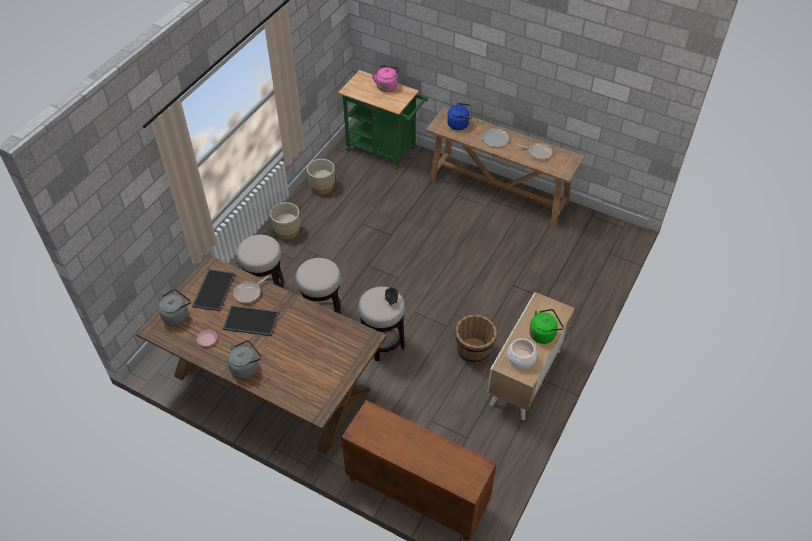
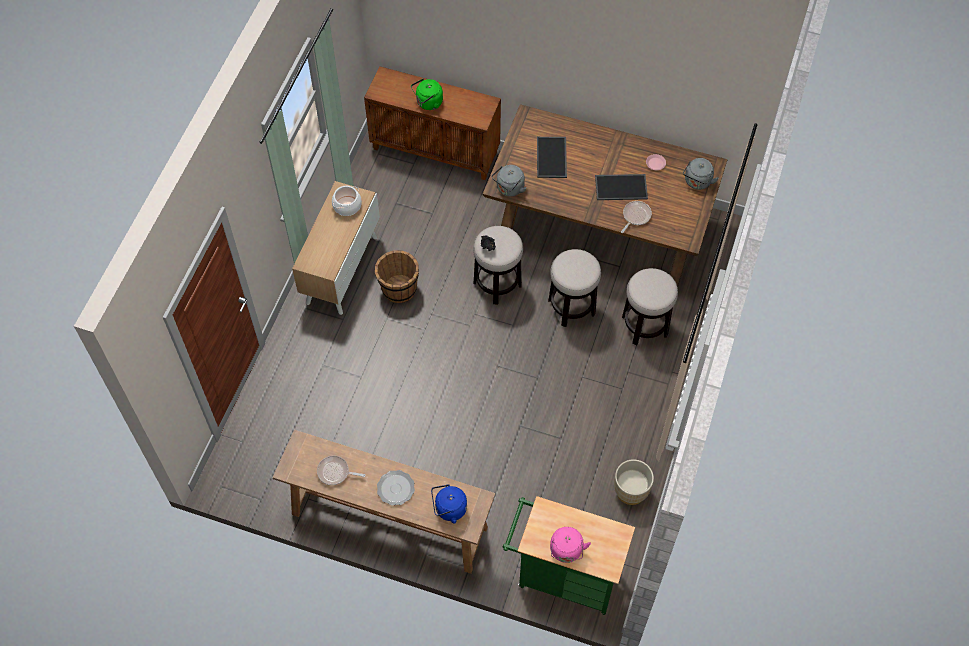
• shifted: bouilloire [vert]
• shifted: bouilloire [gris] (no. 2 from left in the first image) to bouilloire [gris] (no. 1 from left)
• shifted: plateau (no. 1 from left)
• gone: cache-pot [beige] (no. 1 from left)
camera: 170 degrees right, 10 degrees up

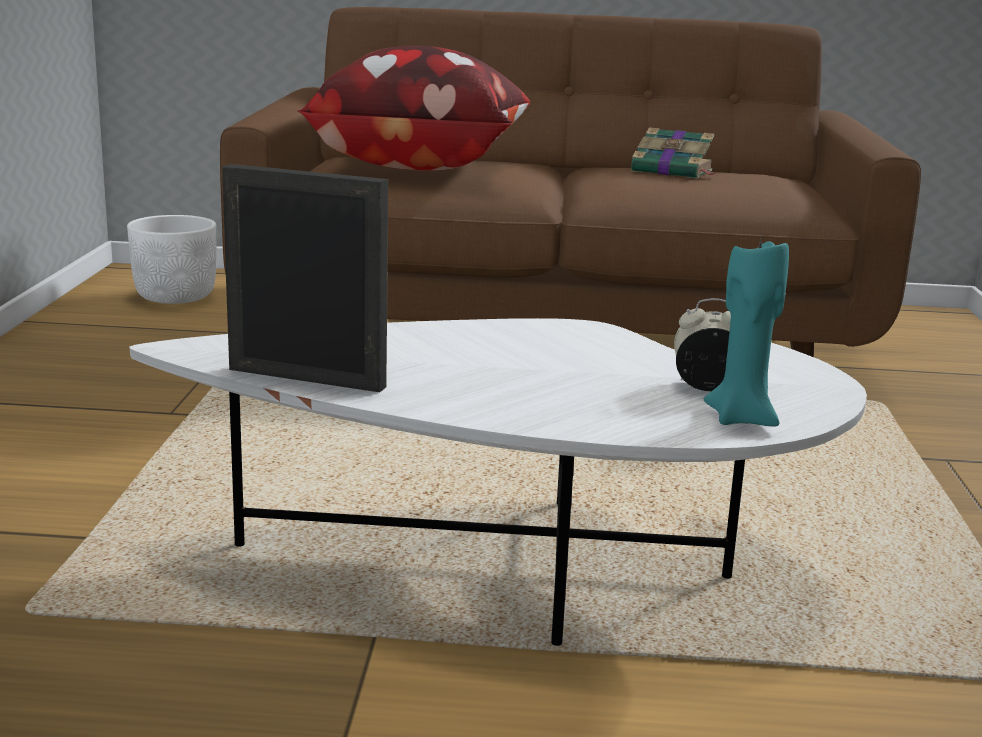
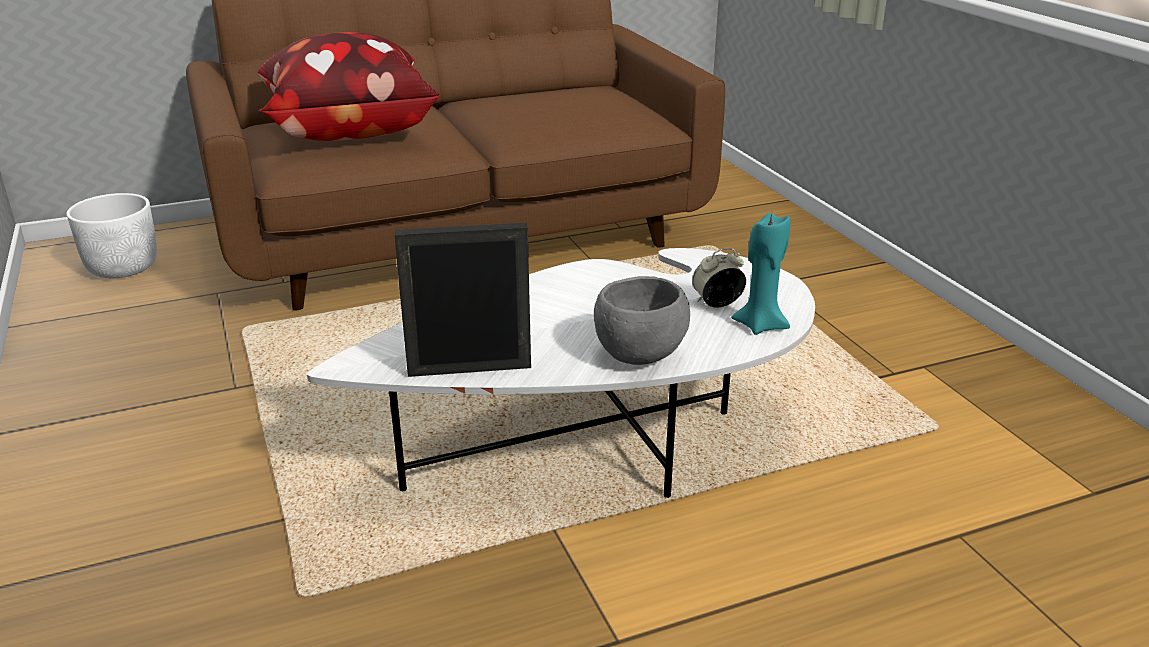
• new: bol [gris]
• gone: livre
camera: 25 degrees left, 10 degrees up

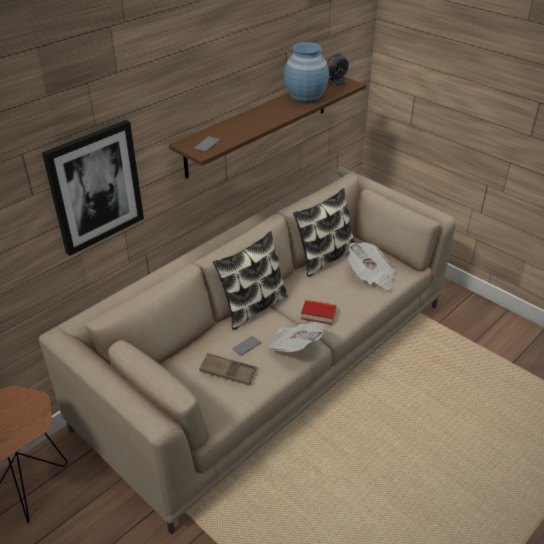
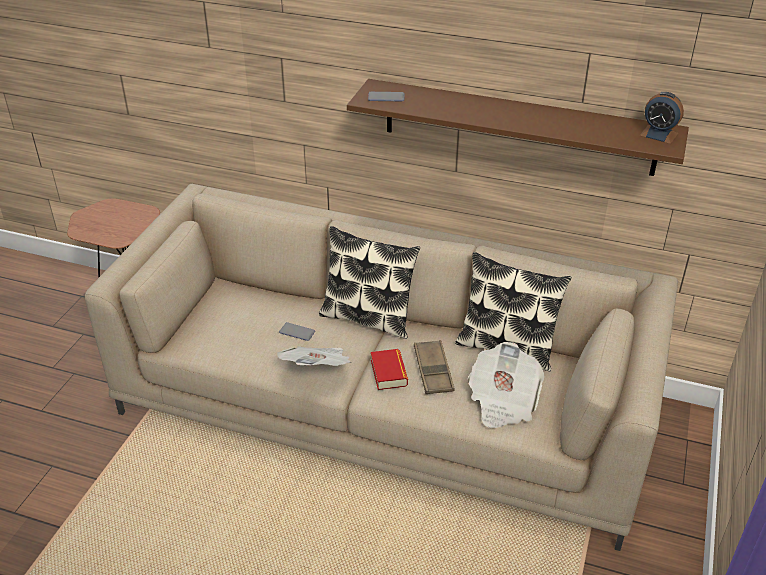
• shifted: plateau [marron]
• gone: tableau
• gone: vase [bleu]
camera: 65 degrees right, 0 degrees up

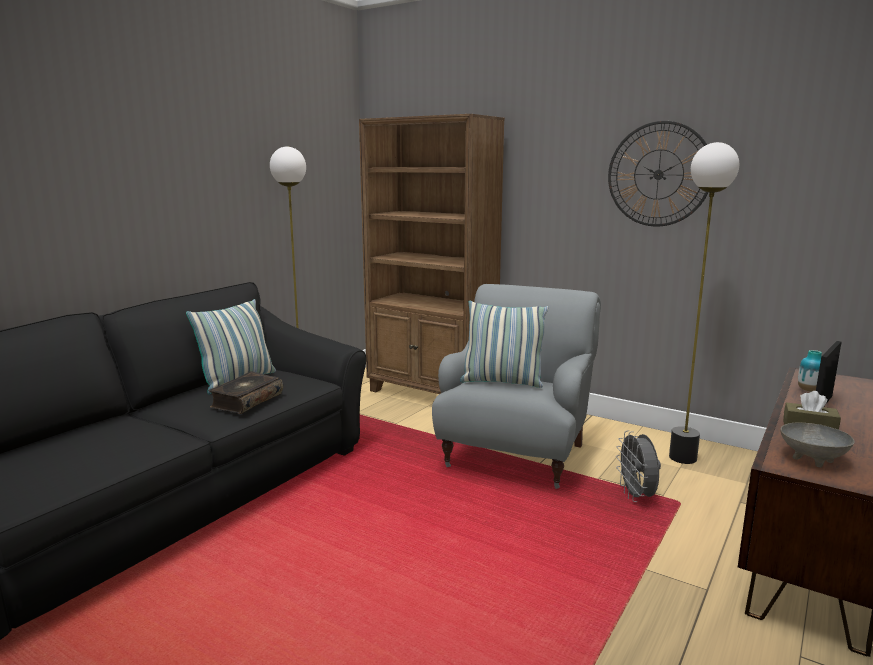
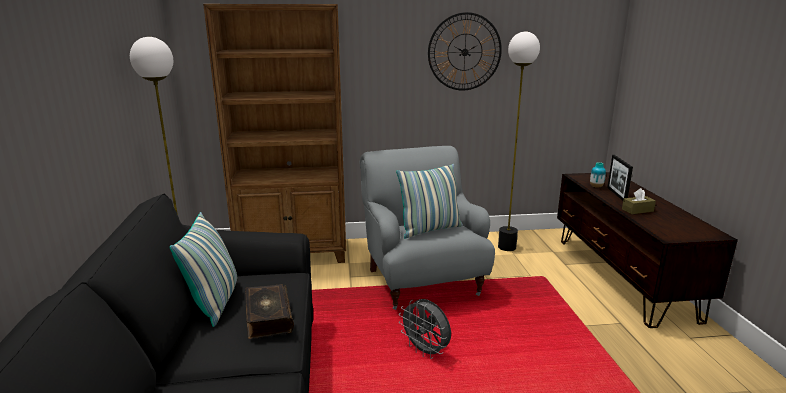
• shifted: ventilateur [gris]
• gone: bol [gris]
camera: 40 degrees left, 5 degrees up

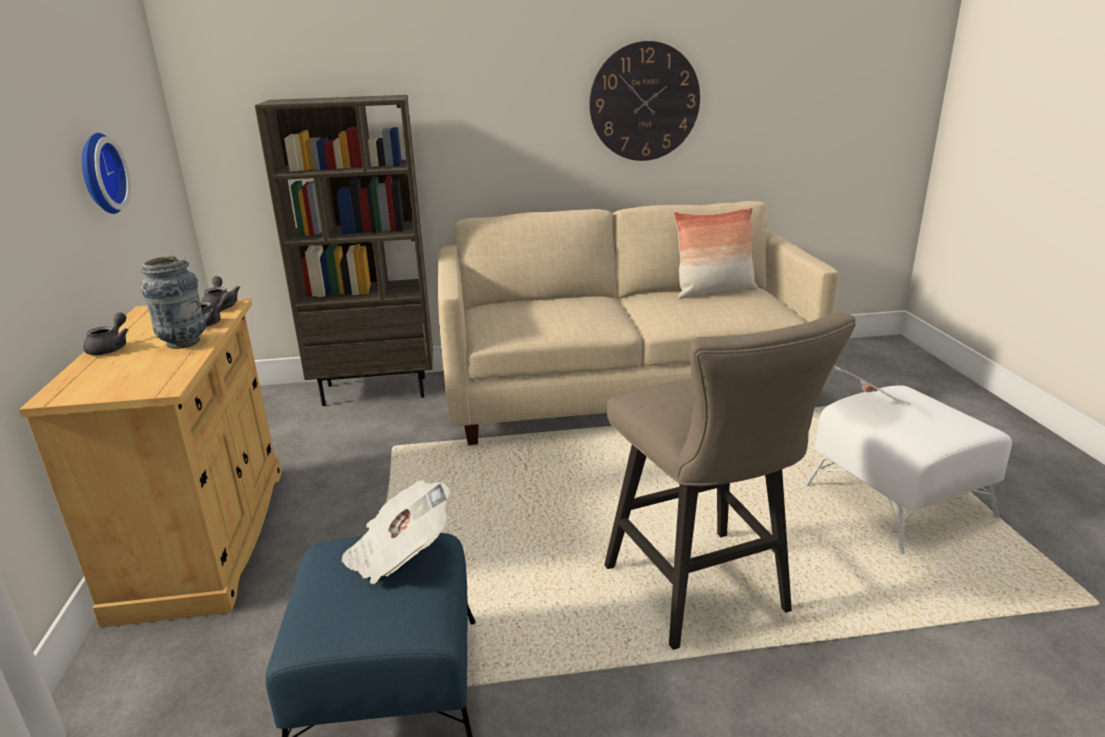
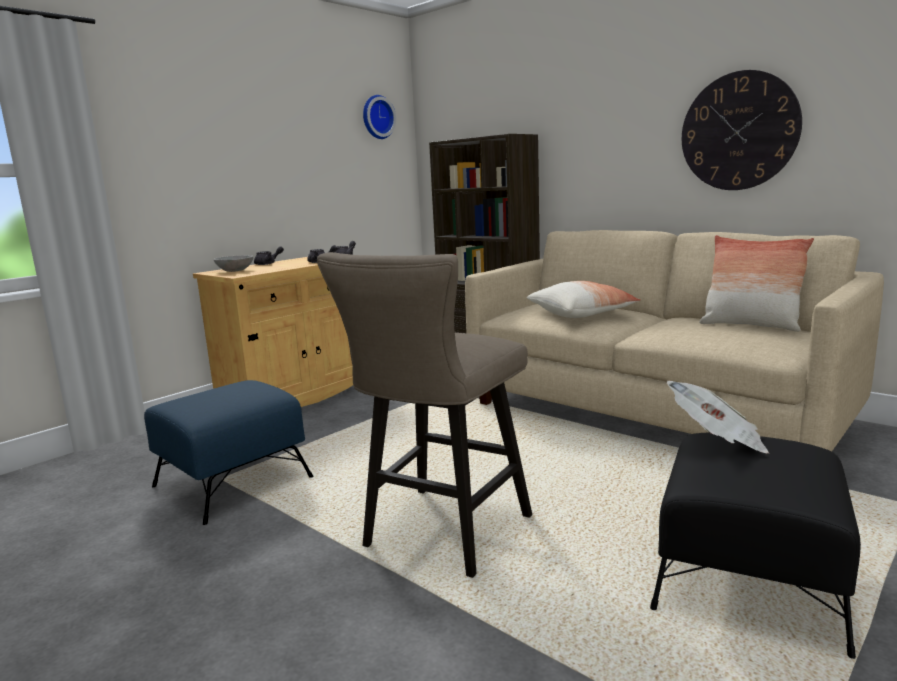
• new: bol [gris]
• shifted: horloge murale (no. 1 from left)
• new: coussin (no. 1 from left)
• repainted: pouf [blanc] to pouf [noir]
• gone: vase
• gone: journal (no. 1 from left)
camera: 50 degrees right, 10 degrees down

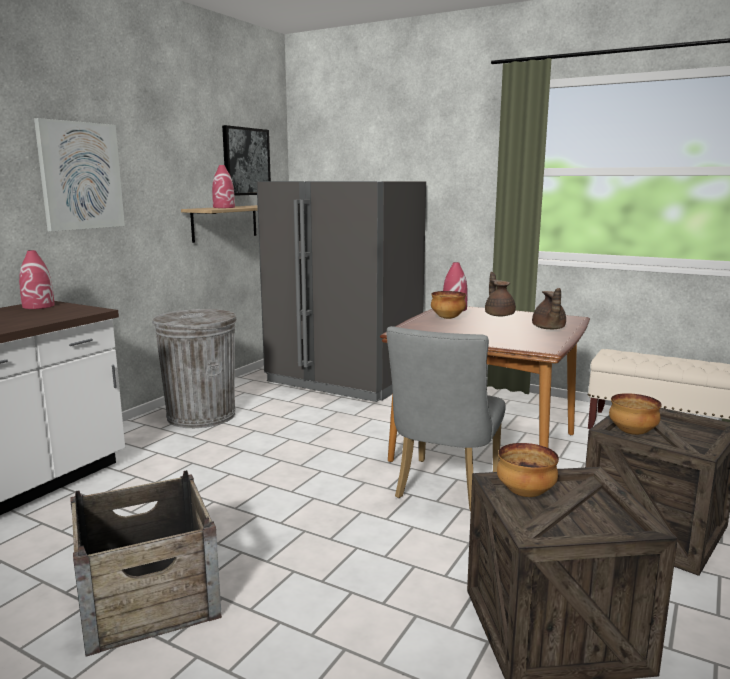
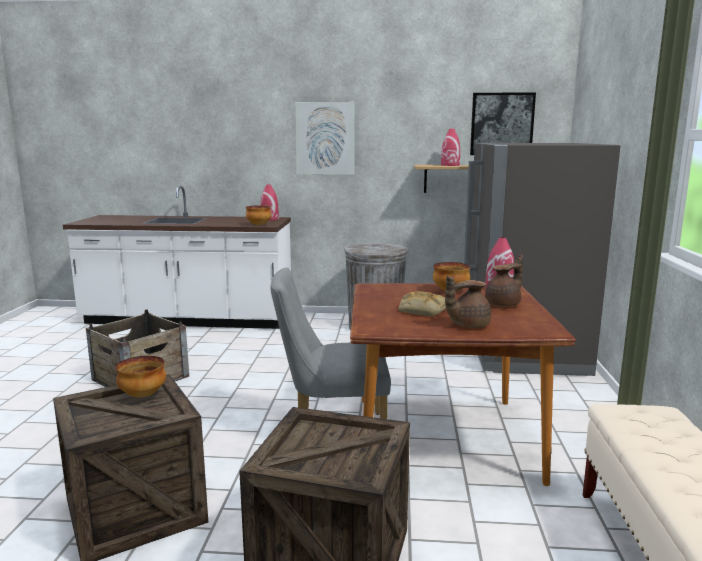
• shifted: bol (no. 3 from left in the first image) to bol (no. 2 from left)
• new: pain
camera: 65 degrees right, 0 degrees up

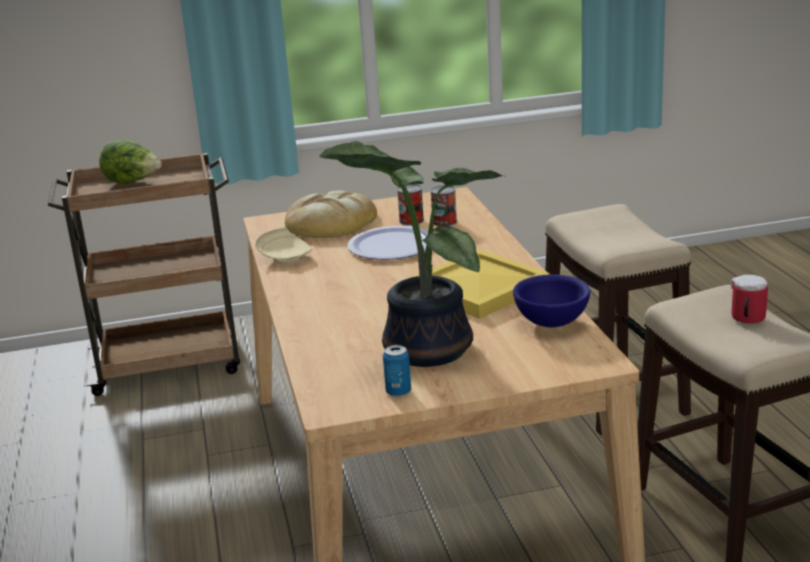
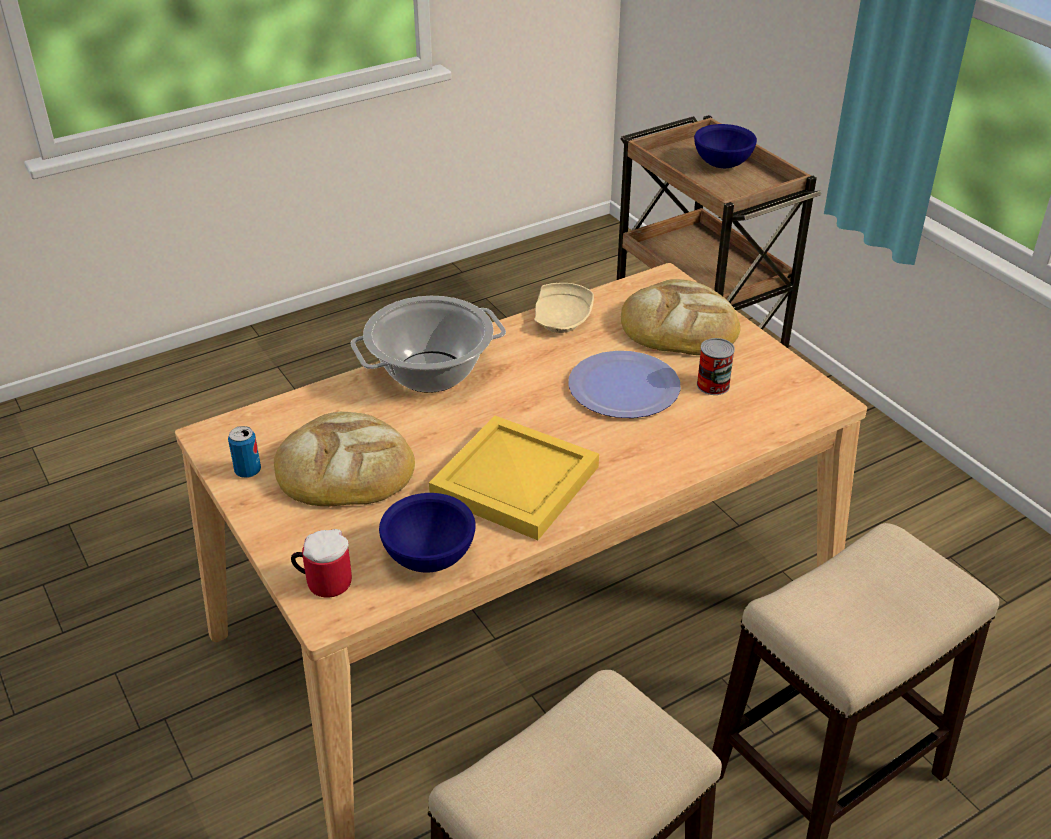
• swapped: plante en pot to pain (no. 1 from left)
• shifted: mug
• new: marmite
• swapped: laitue to bol [bleu] (no. 2 from left)
• gone: boîte métallique (no. 3 from left)
camera: 70 degrees right, 15 degrees up

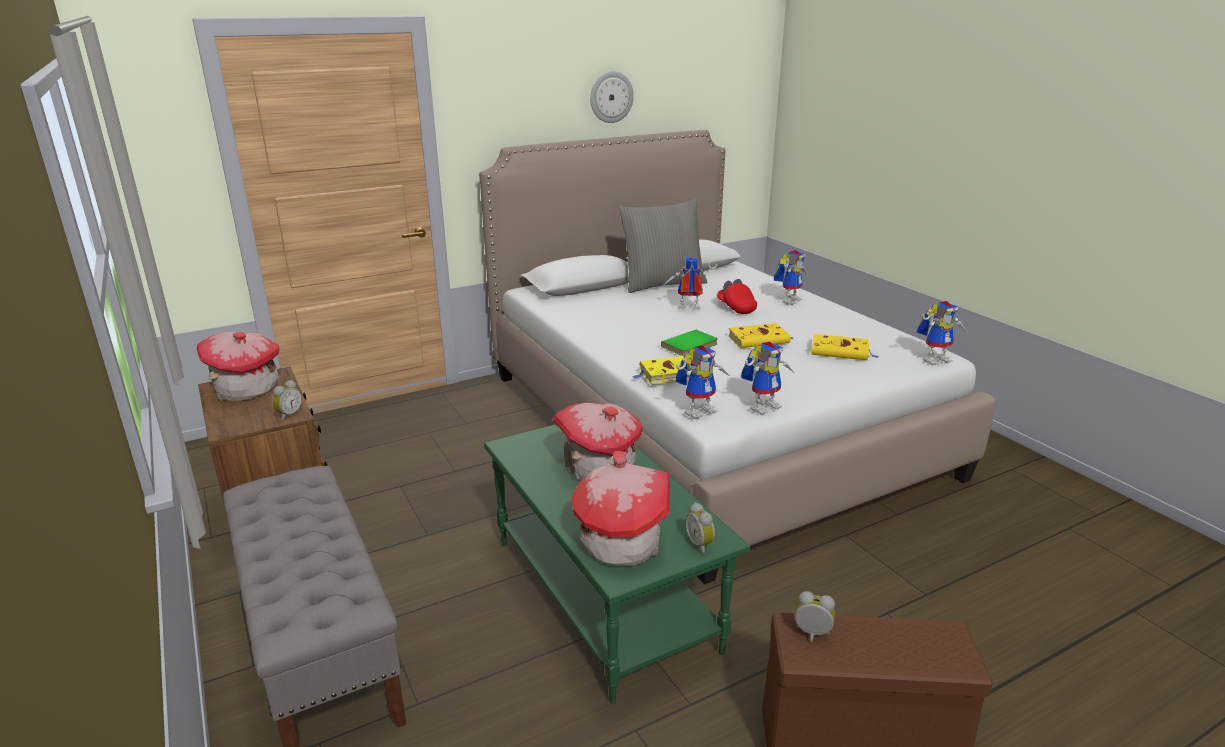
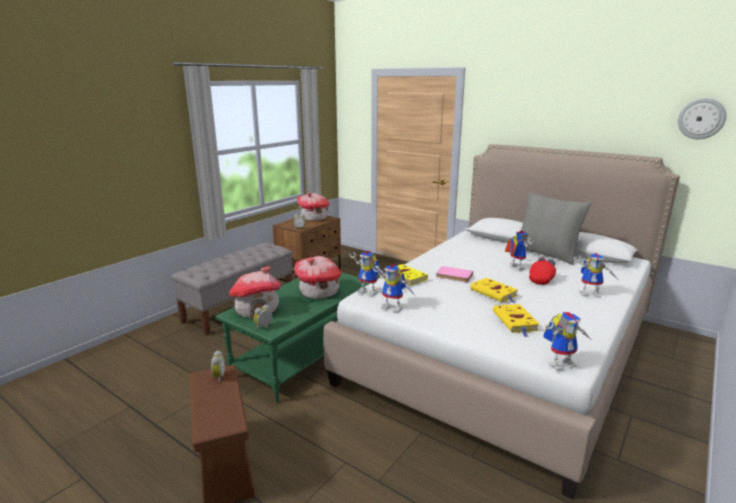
• repainted: livre [vert] to livre [rose]
• rotated: robot jouet (no. 5 from left in the first image) 60 degrees counterclockwise
• shifted: horloge murale
camera: 65 degrees right, 5 degrees down

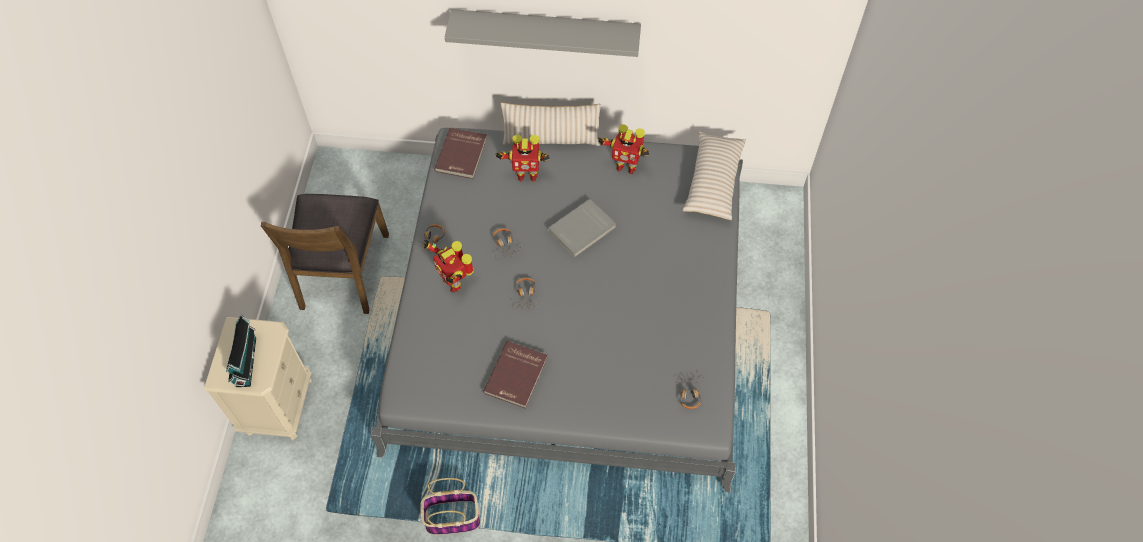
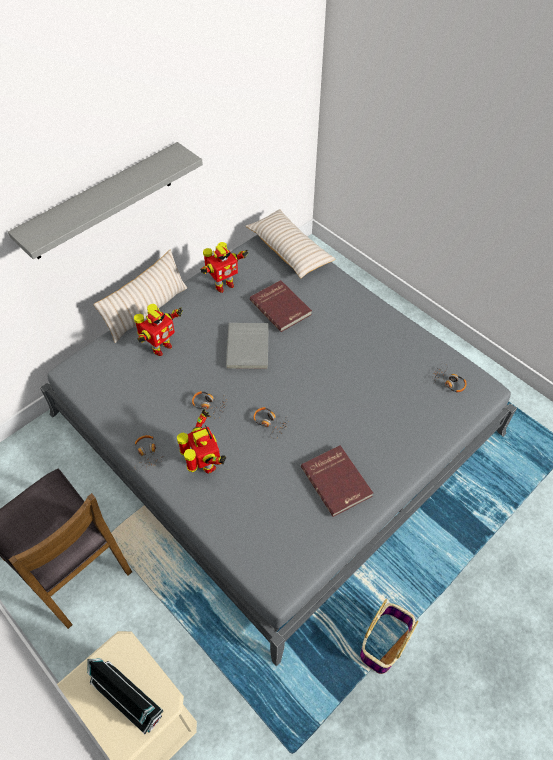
• rotated: robot jouet (no. 1 from left in the first image) 120 degrees counterclockwise
• shifted: livre [rouge] (no. 1 from left)
camera: 50 degrees left, 5 degrees down

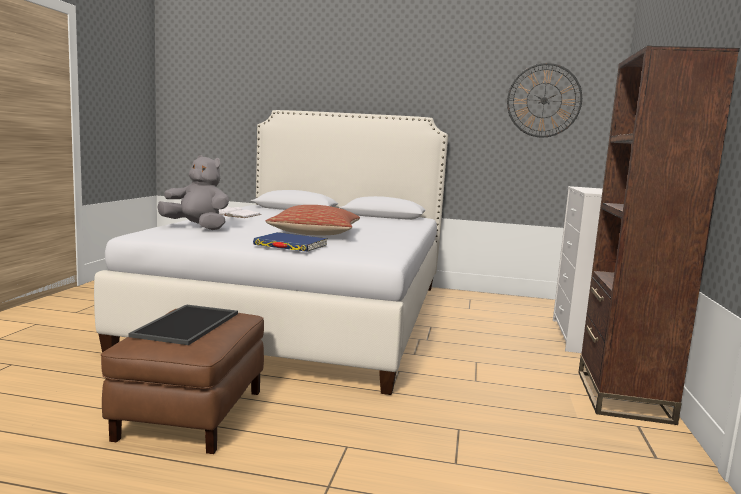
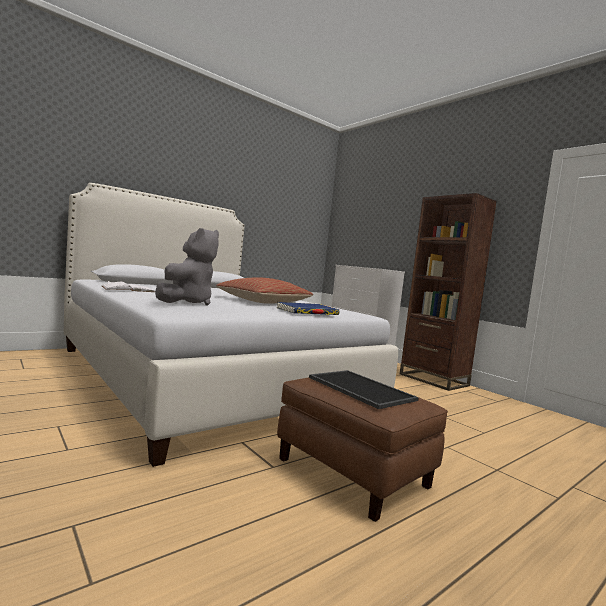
• rotated: peluche [gris] 135 degrees clockwise
• gone: horloge murale
camera: 50 degrees left, 5 degrees down

